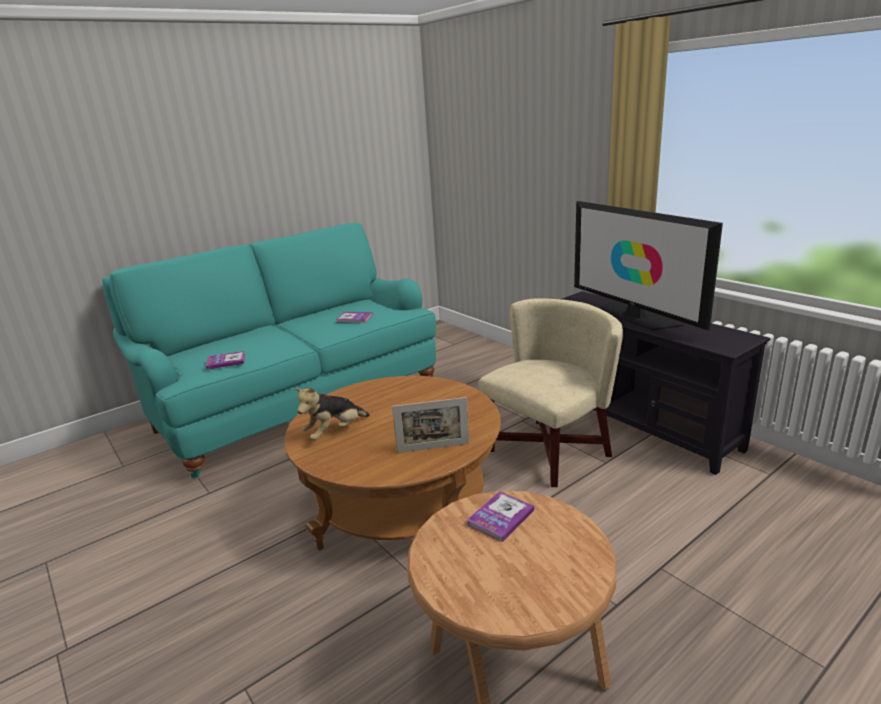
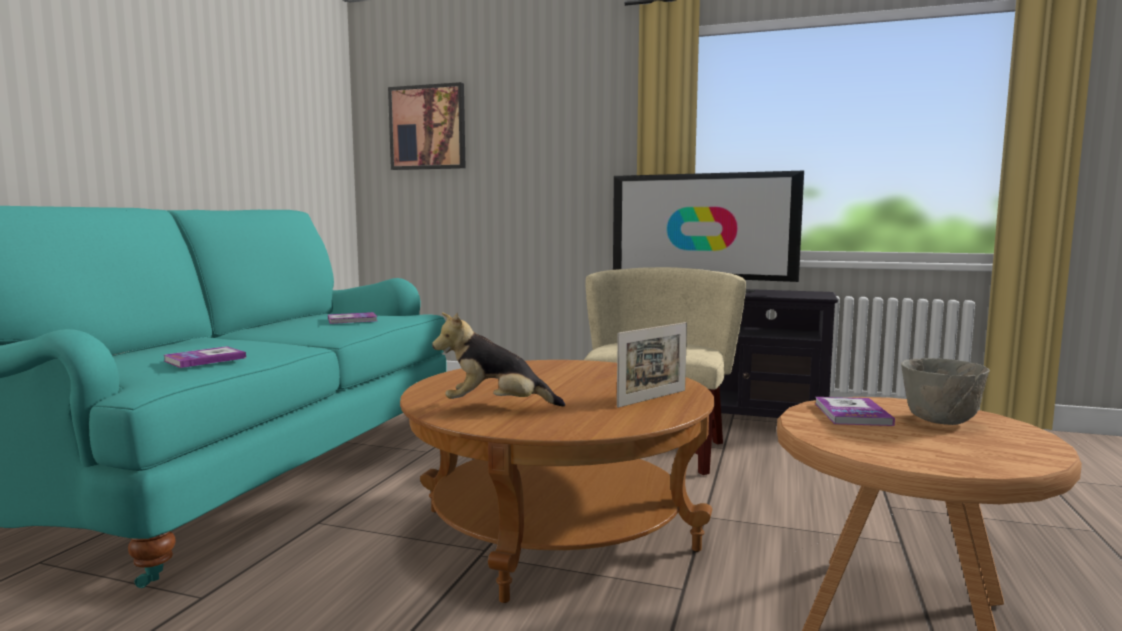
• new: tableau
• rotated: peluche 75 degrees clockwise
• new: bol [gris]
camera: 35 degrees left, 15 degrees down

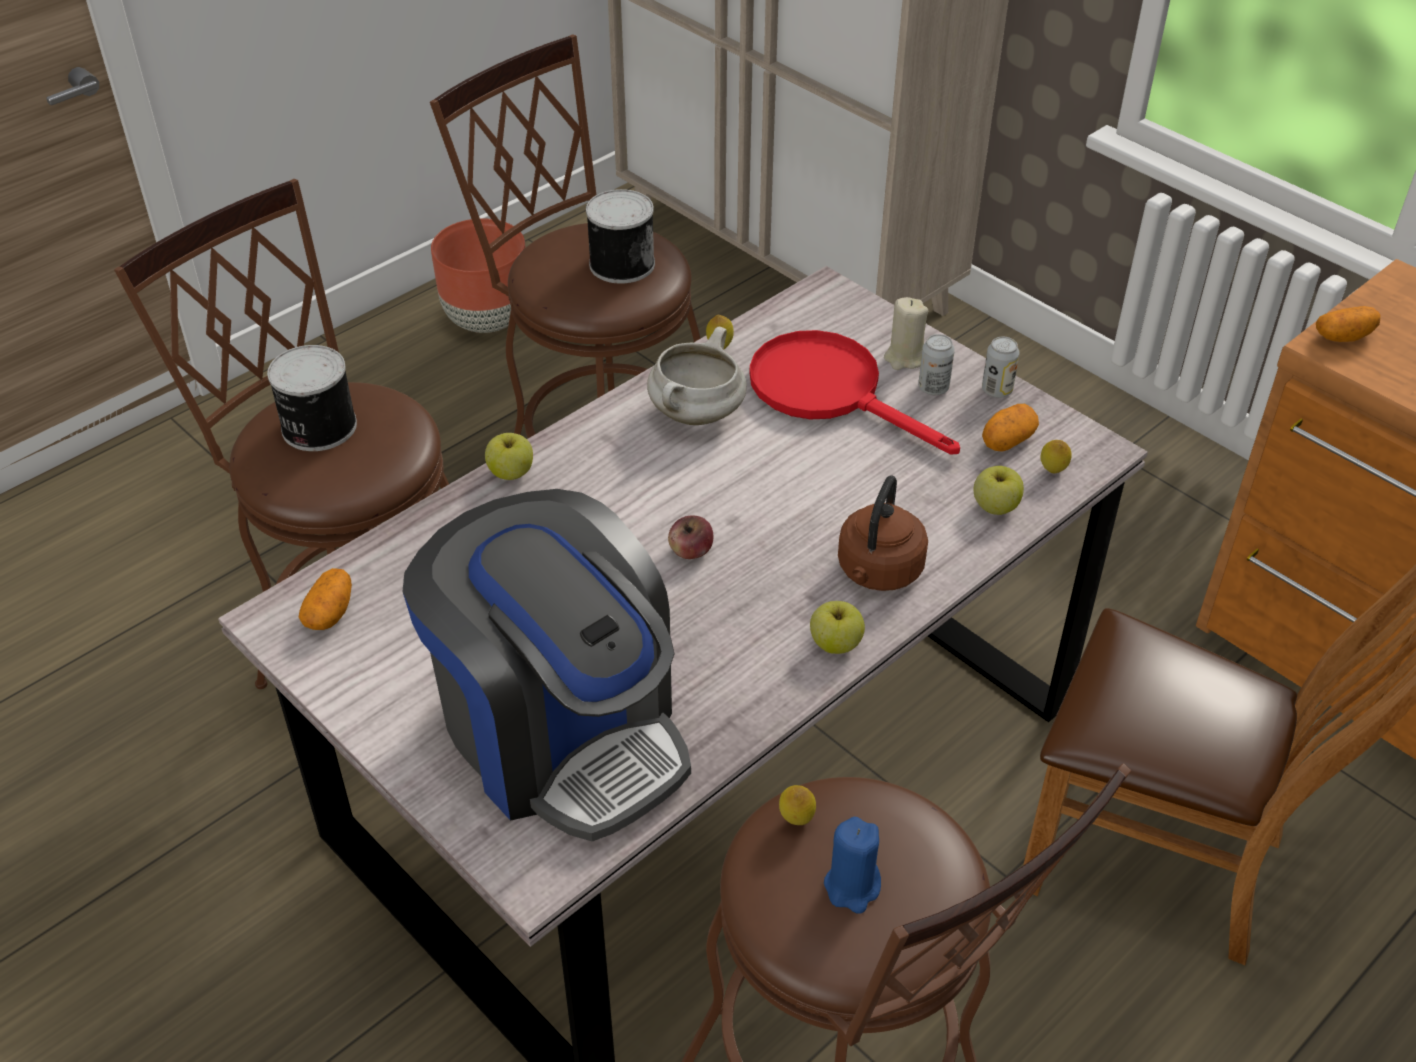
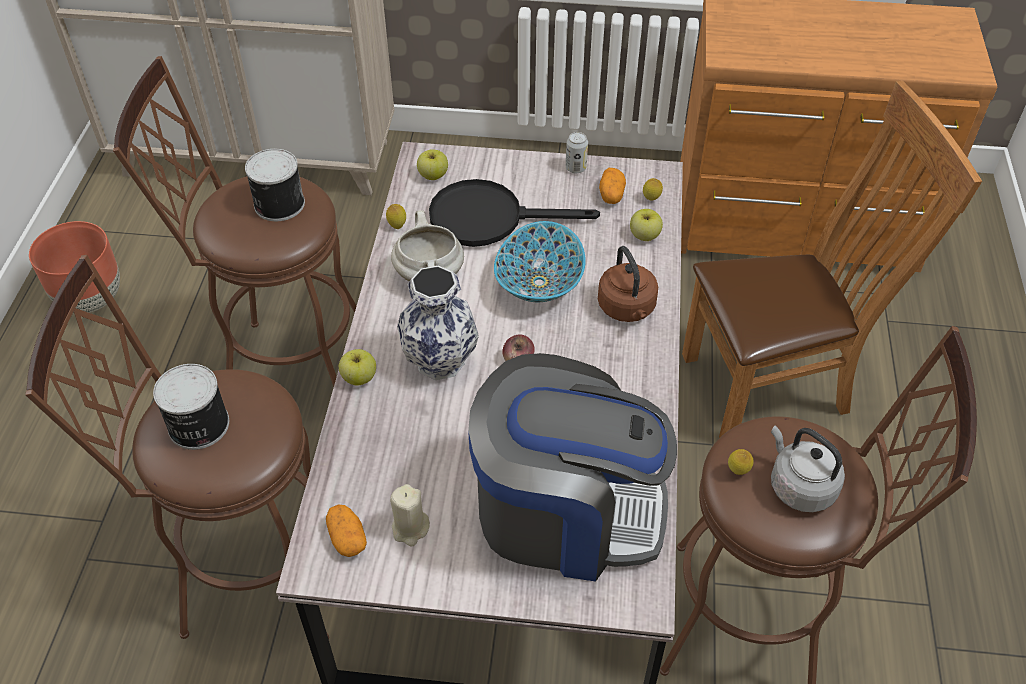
• shifted: bougie [beige]
• new: vase
• shifted: pomme (no. 3 from left in the first image) to pomme (no. 2 from left)
• repainted: poêle [rouge] to poêle [noir]
• new: bol
• swapped: bougie [bleu] to bouilloire [gris]
• gone: boîte métallique (no. 3 from left)
• gone: pomme de terre (no. 3 from left)
camera: 40 degrees left, 5 degrees up

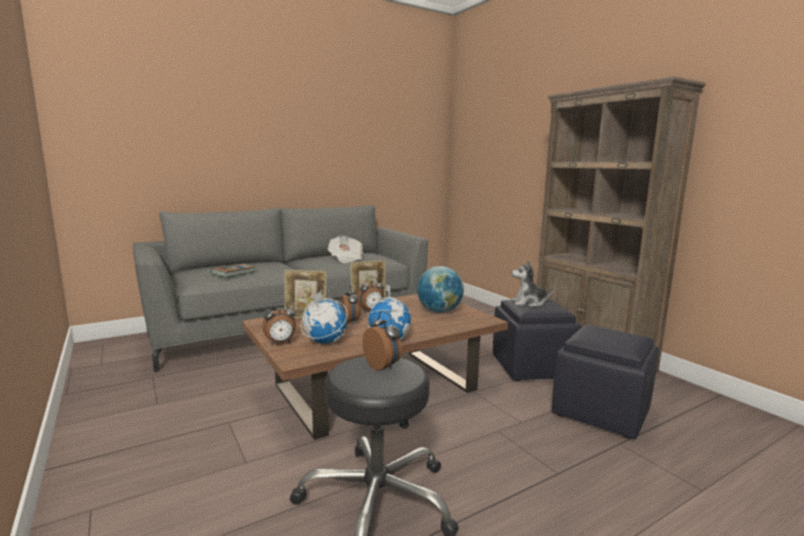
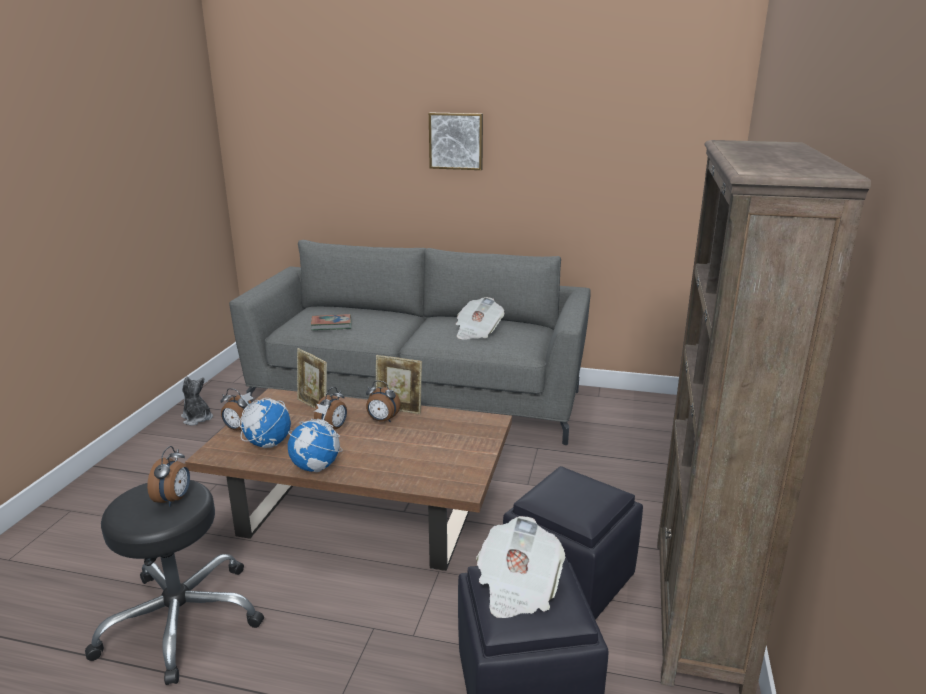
• shifted: peluche
• new: tableau
• new: journal (no. 2 from left)
• gone: globe (no. 3 from left)
camera: 45 degrees right, 10 degrees up

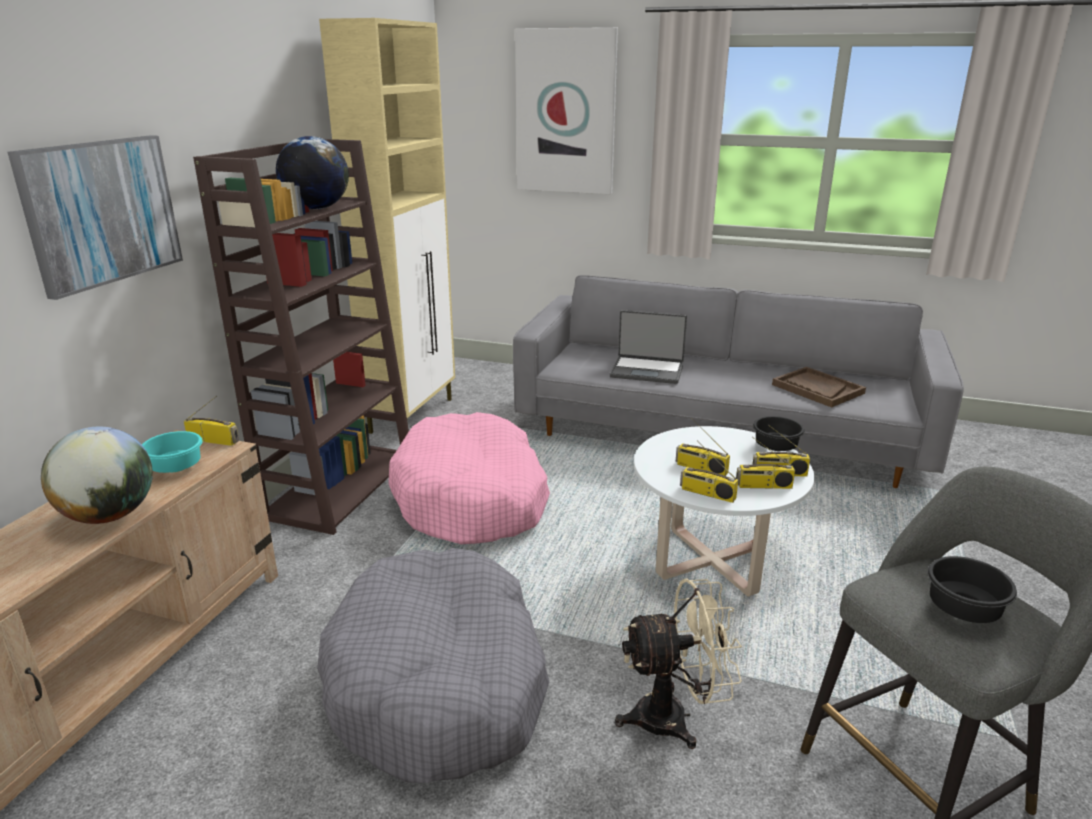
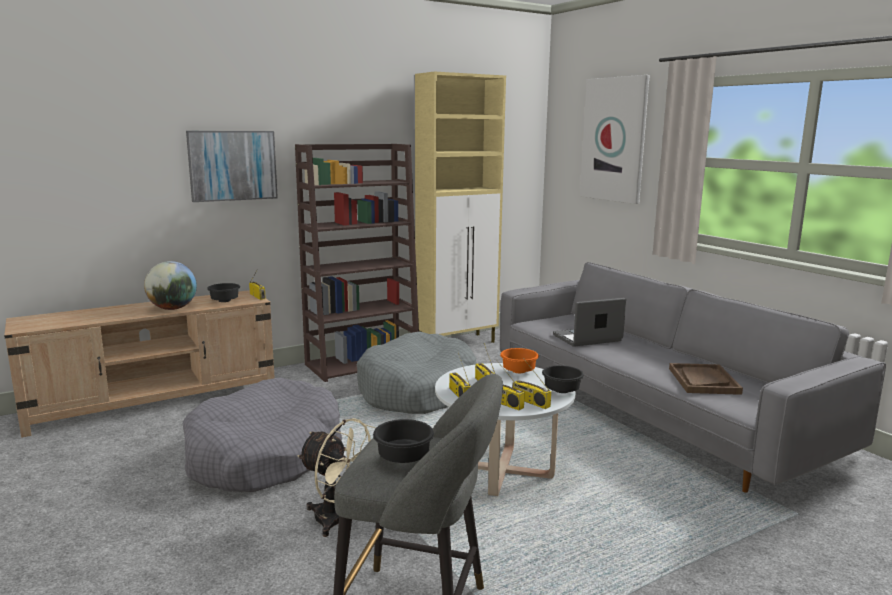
• repainted: bol [turquoise] to bol [noir] (no. 1 from left)
• repainted: panier pour chien [rose] to panier pour chien [gris] (no. 2 from left)
• new: bol [orange]
• rotated: ordinateur portable 105 degrees clockwise
• gone: globe (no. 2 from left)
camera: 40 degrees right, 10 degrees down

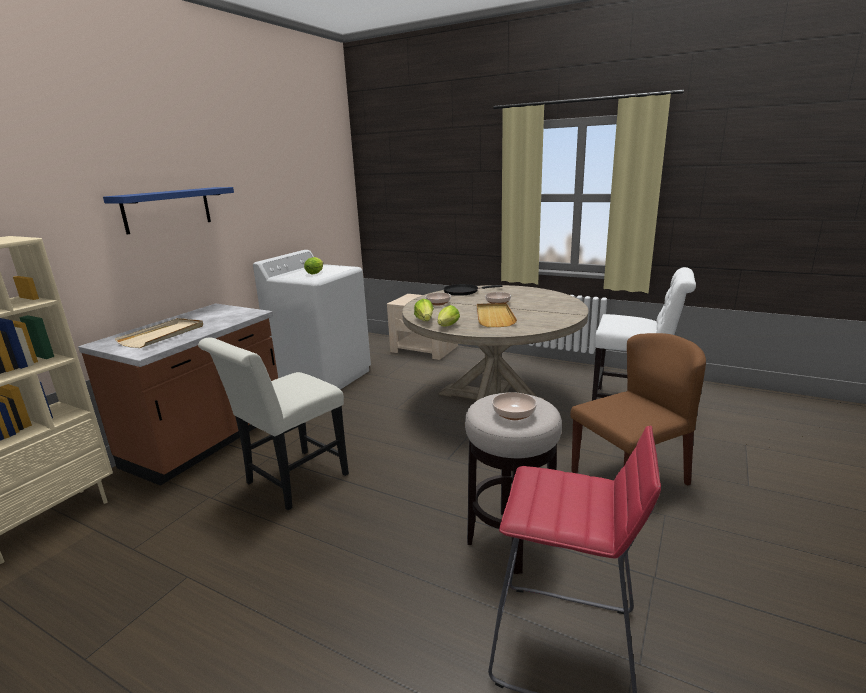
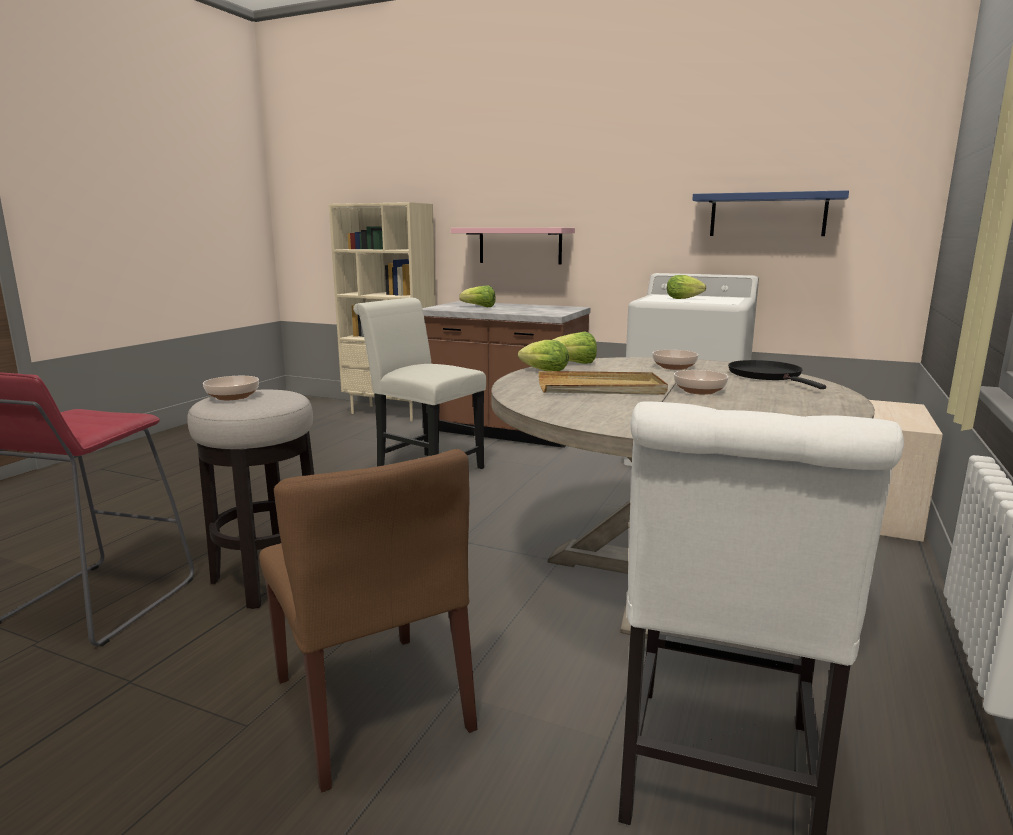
• new: étagère [rose]
• swapped: plateau [beige] (no. 1 from left) to laitue (no. 1 from left)
• shifted: étagère [bleu]
camera: 85 degrees right, 5 degrees down

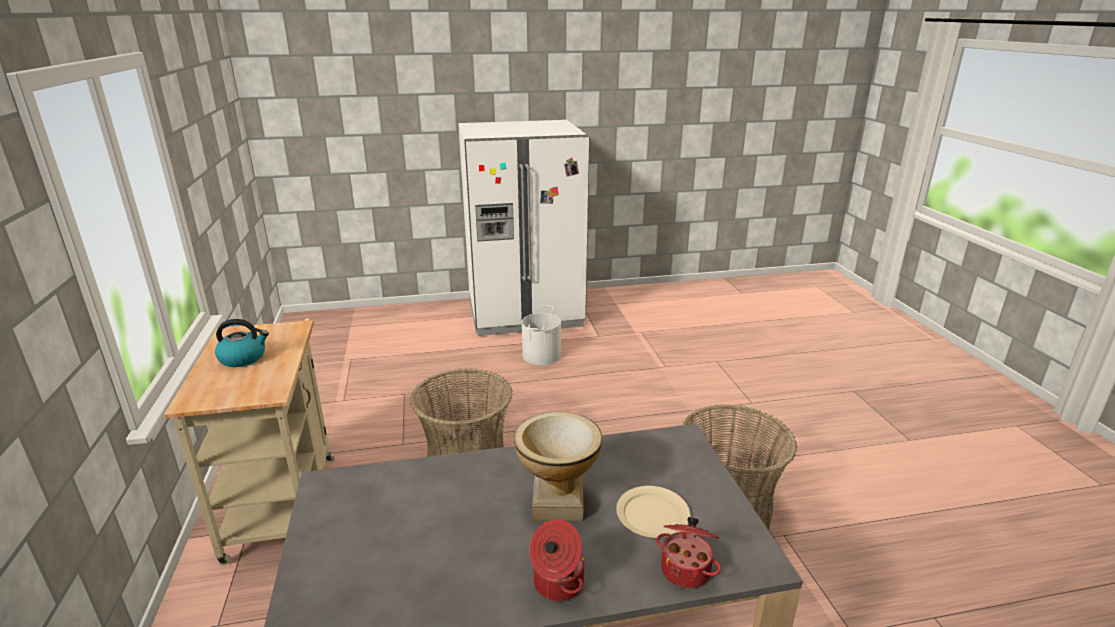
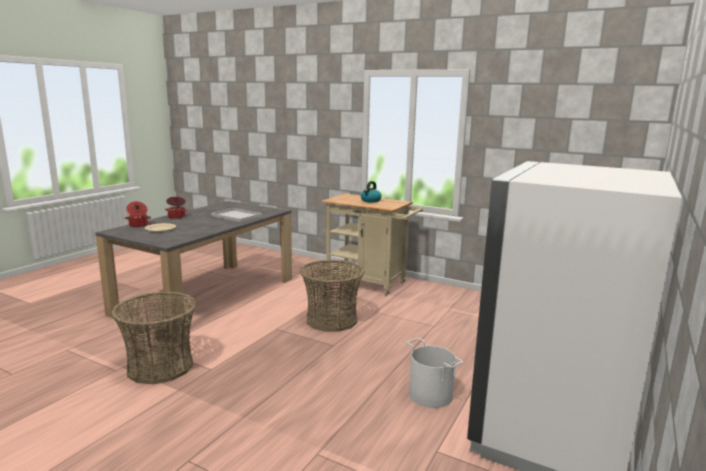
• new: plateau [blanc]
• gone: vase
camera: 130 degrees right, 10 degrees down

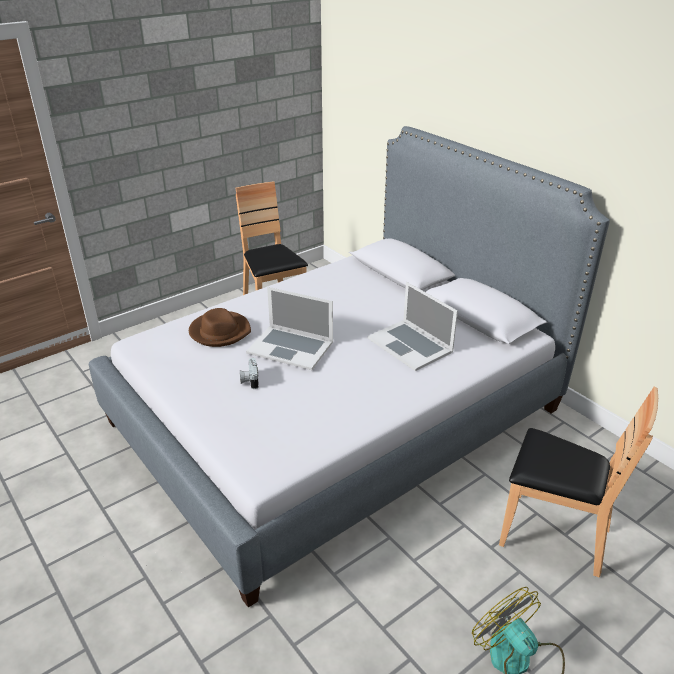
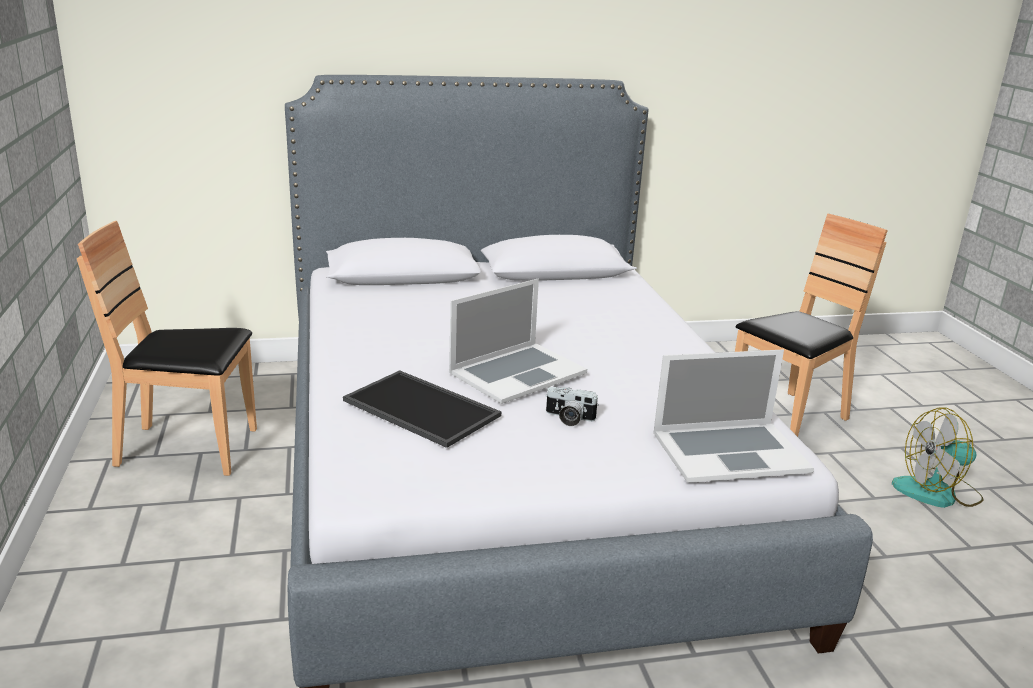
• swapped: chapeau [marron] to plateau
• shifted: ordinateur portable (no. 2 from left)
camera: 65 degrees left, 10 degrees down

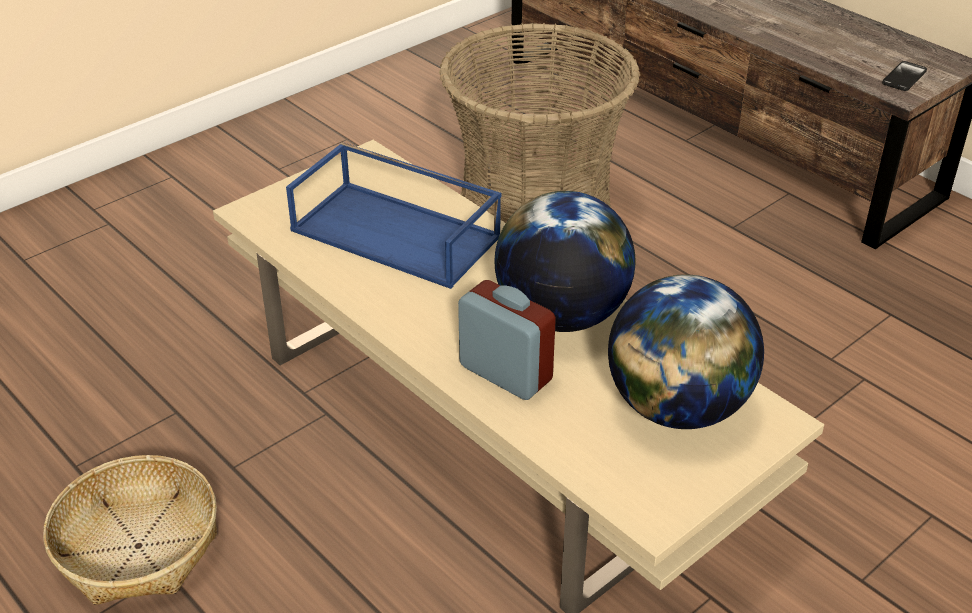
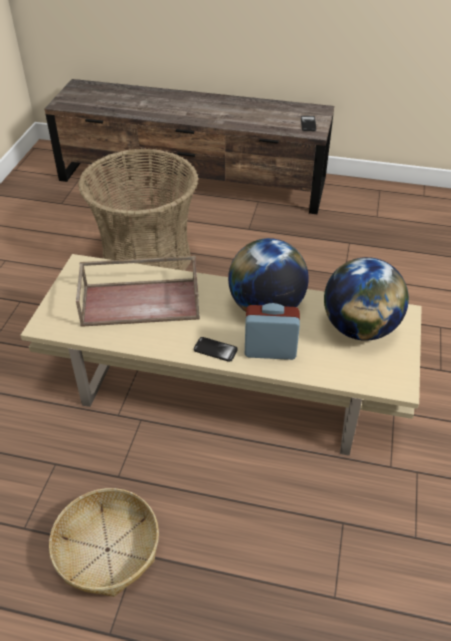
• repainted: plateau [bleu] to plateau [marron]
• new: téléphone (no. 1 from left)
camera: 35 degrees left, 5 degrees up

